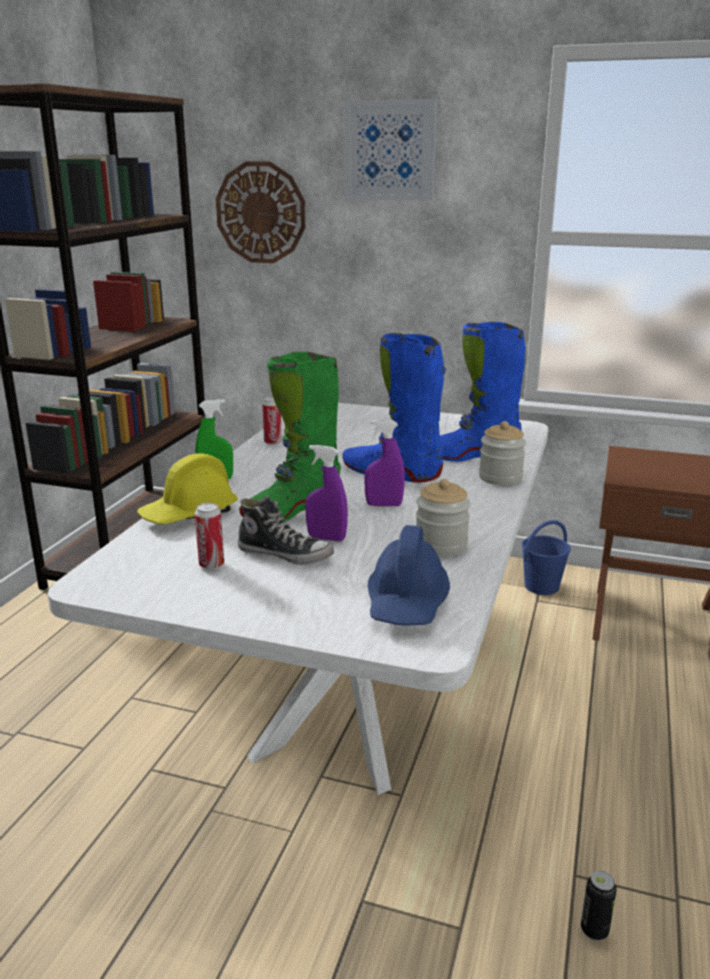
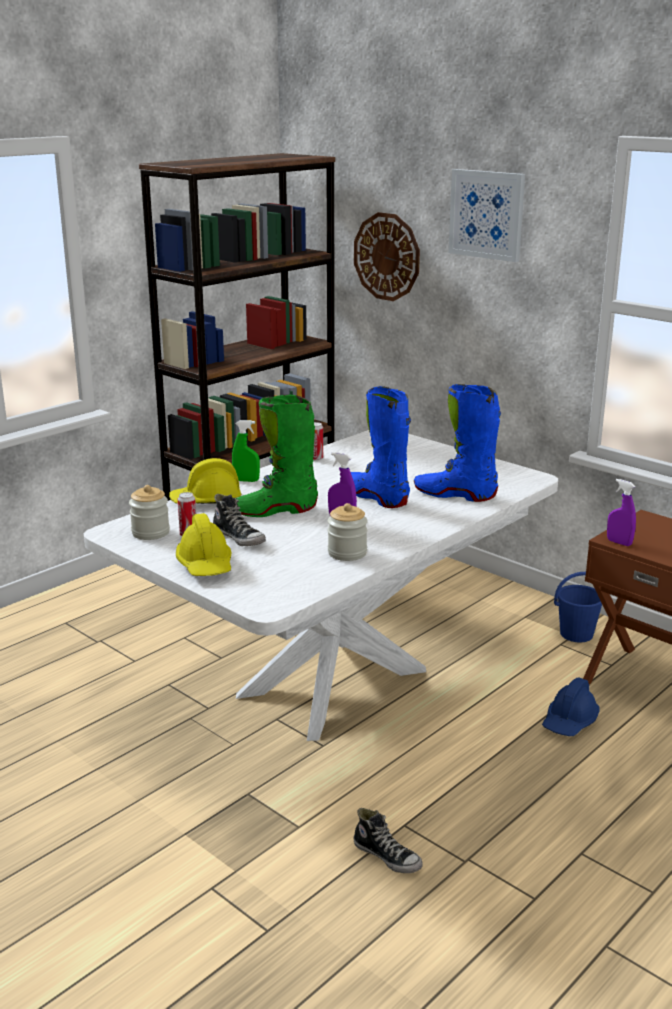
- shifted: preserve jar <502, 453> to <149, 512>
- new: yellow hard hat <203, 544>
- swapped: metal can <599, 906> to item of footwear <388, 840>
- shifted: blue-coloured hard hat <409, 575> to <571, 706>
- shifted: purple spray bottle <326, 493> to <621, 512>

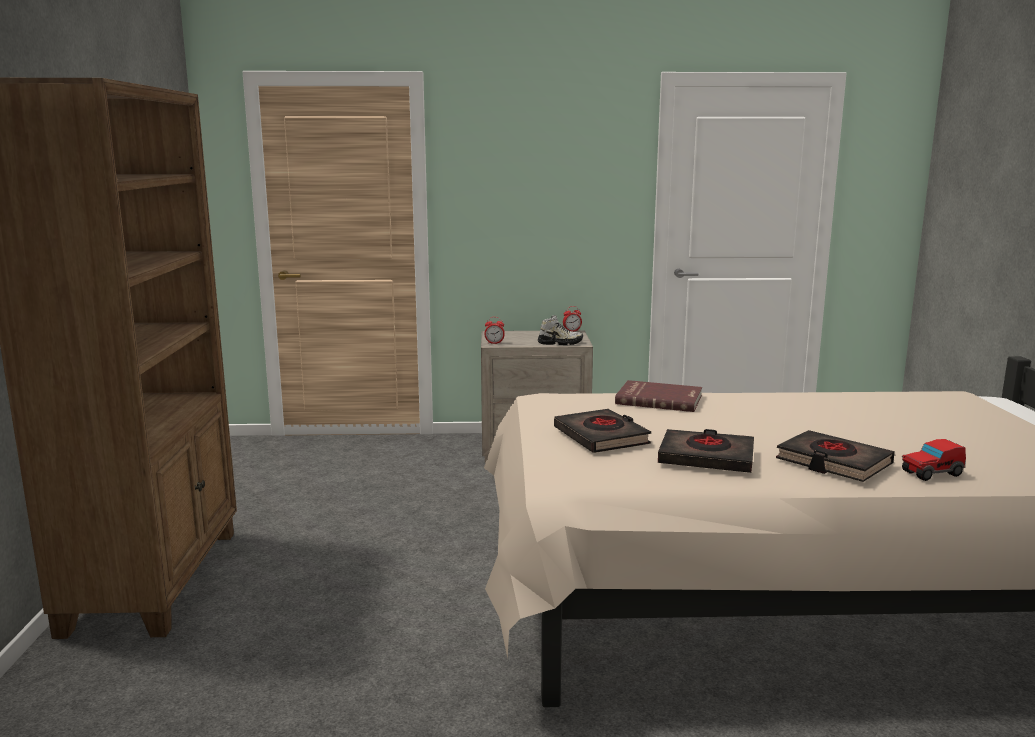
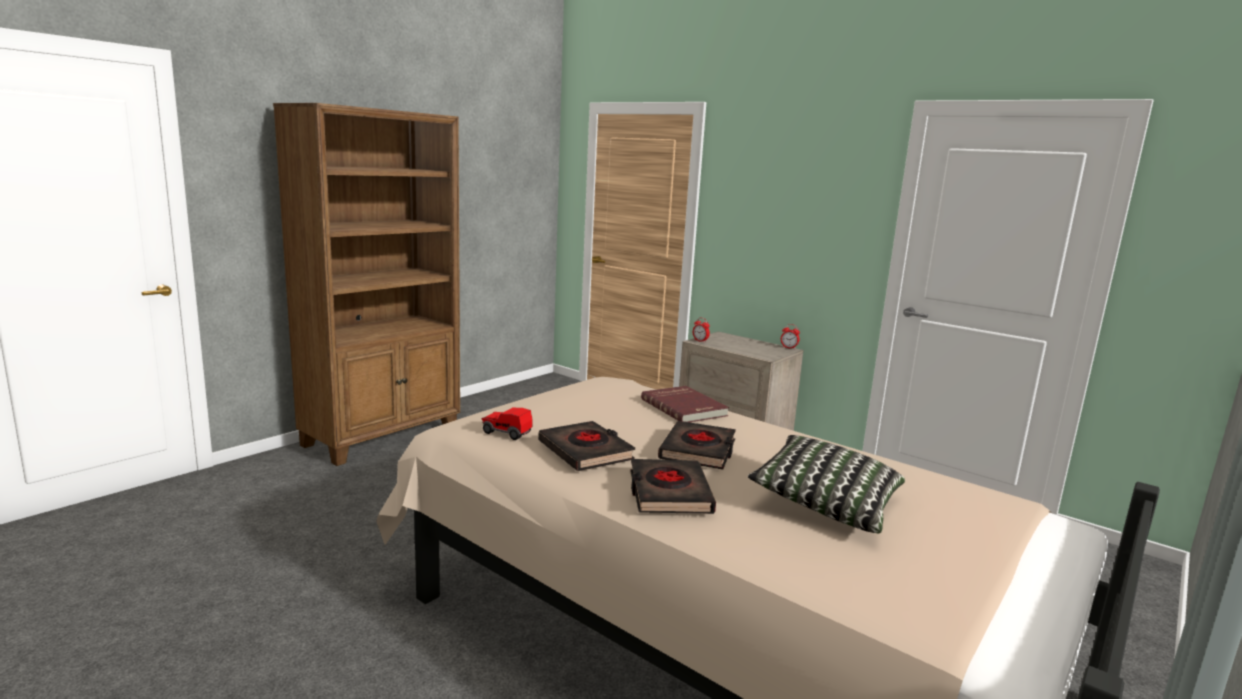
- shifted: toy car <934, 460> to <507, 423>
- shifted: black volume <602, 431> to <697, 445>
- new: throw pillow <826, 484>
- gone: item of footwear <560, 330>

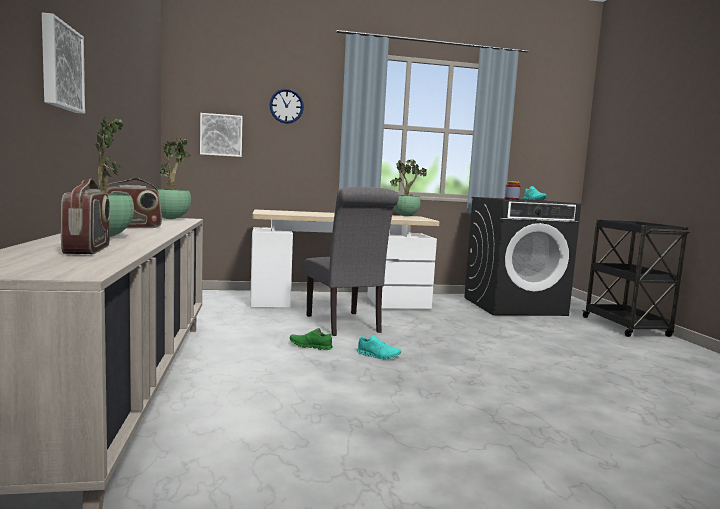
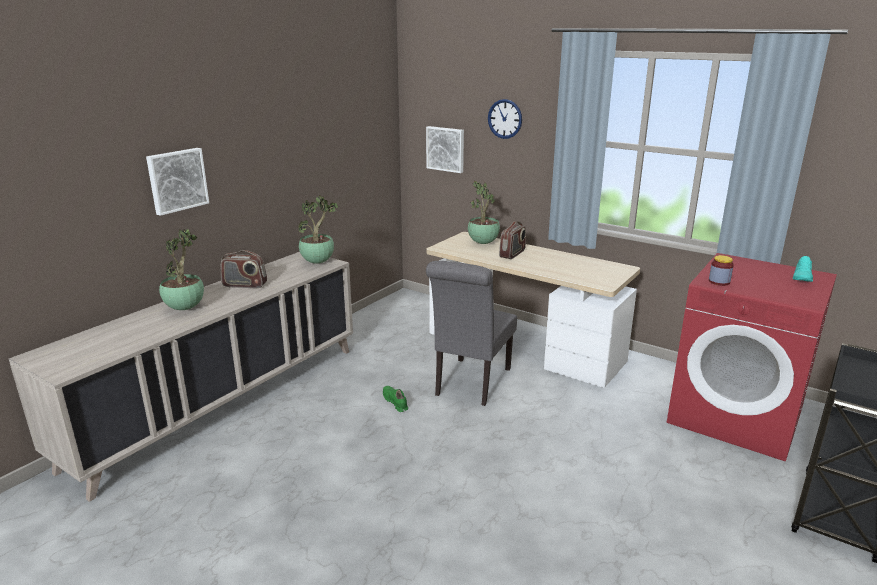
- shifted: houseplant <408, 187> to <484, 212>
- shifted: radio <85, 216> to <512, 240>
- repainted: black laundry appliance <522, 256> to red laundry appliance <752, 357>
- gone: turquoise item of footwear <379, 347>

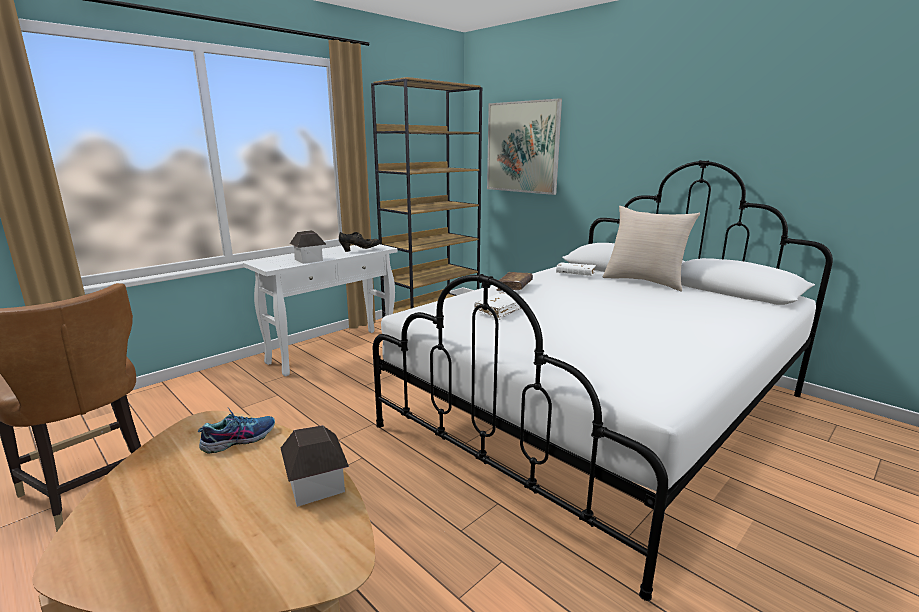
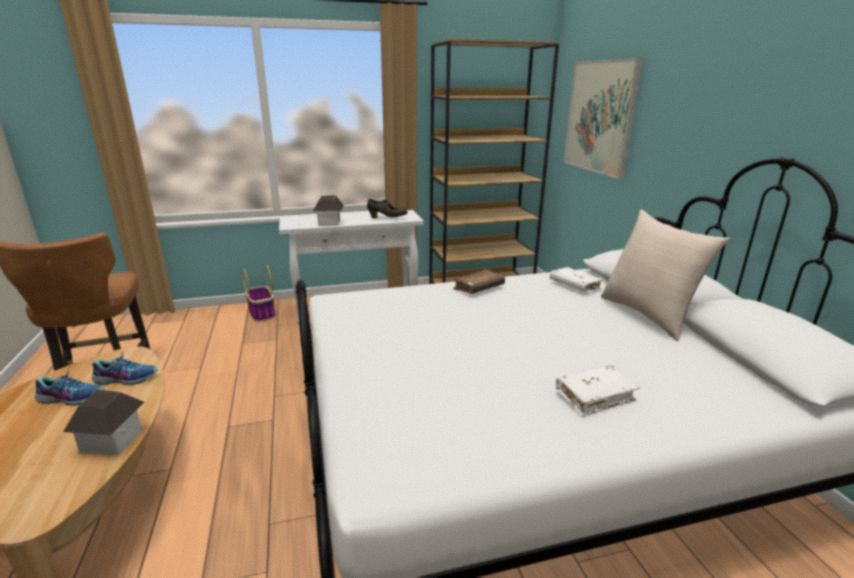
- new: item of footwear <69, 387>
- new: storage basket <258, 293>
- shifted: white volume <499, 306> to <598, 391>

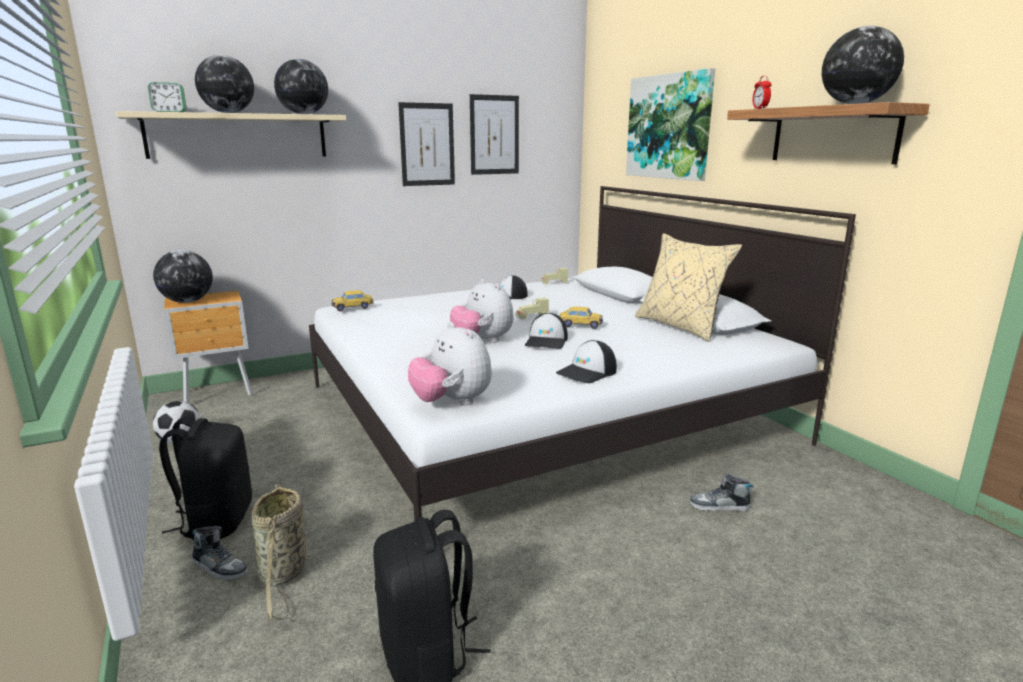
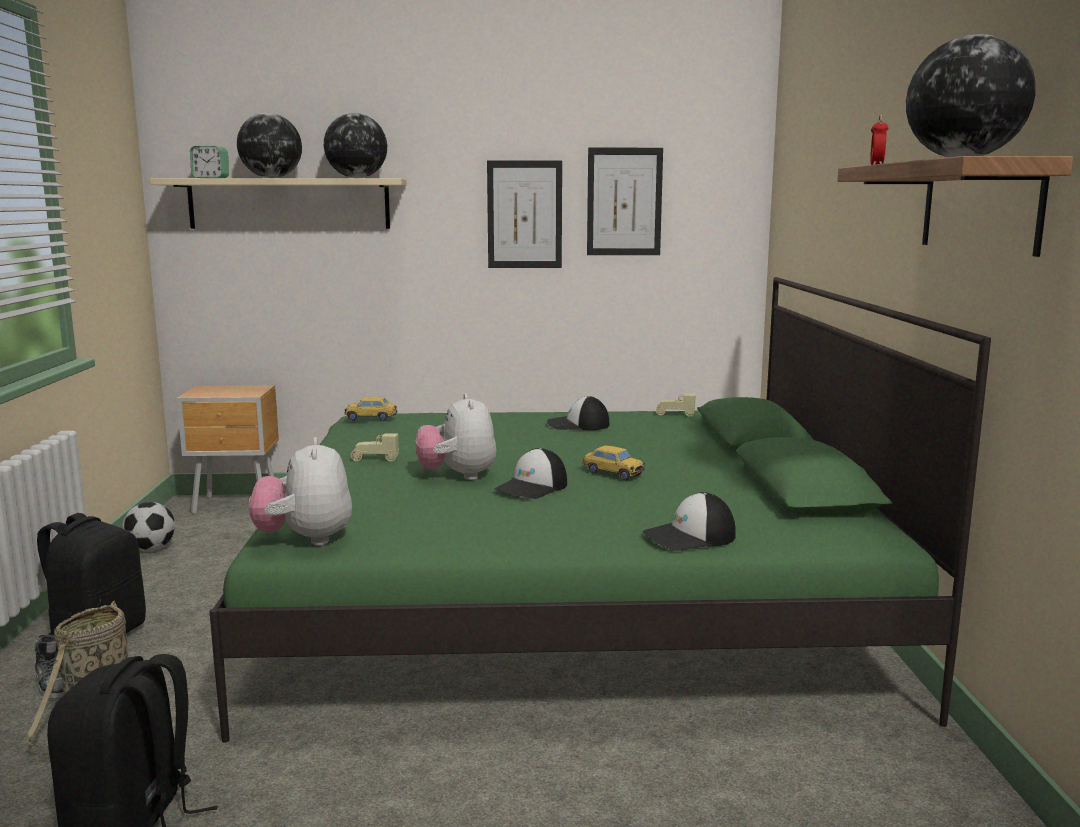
- repainted: white bedroom bed <582, 353> to green bedroom bed <600, 510>
- shifted: beige toy car <532, 309> to <375, 447>
- shifted: peaked cap <586, 361> to <689, 521>
- gone: globe <183, 276>
- gone: wall art <670, 124>
- gone: beige throw pillow <688, 287>
- gone: item of footwear <722, 492>

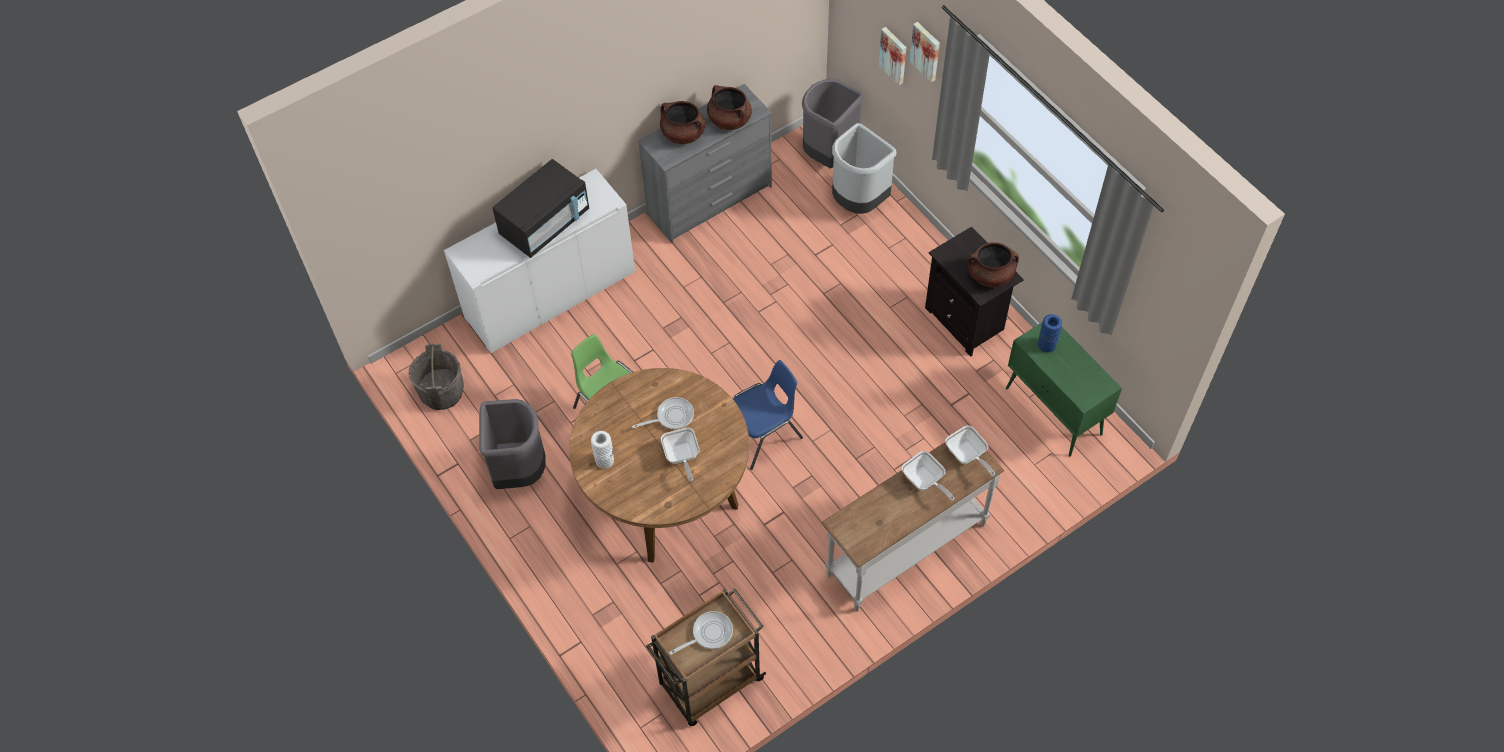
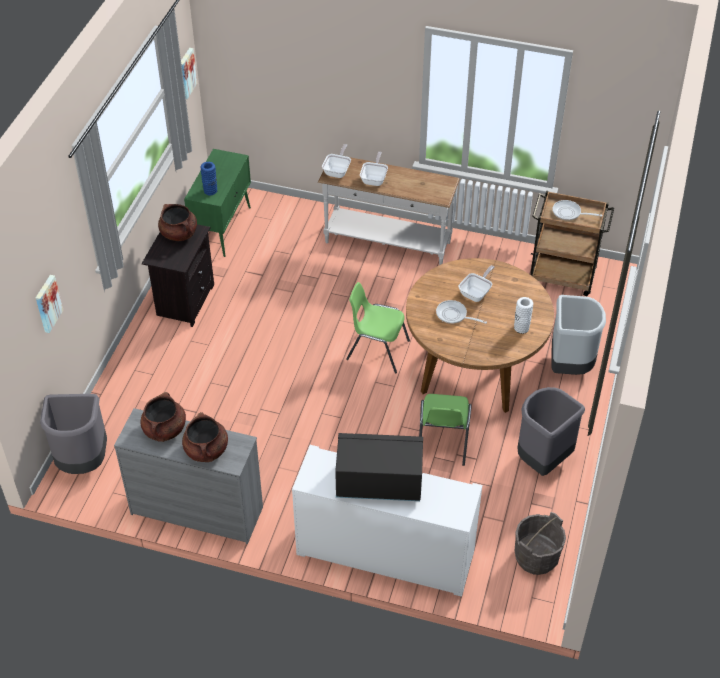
- shifted: wall art <925, 52> to <189, 73>
- repainted: blue-coloured chair <767, 415> to green chair <378, 327>
- shifted: greyish waste bin <864, 168> to <578, 335>

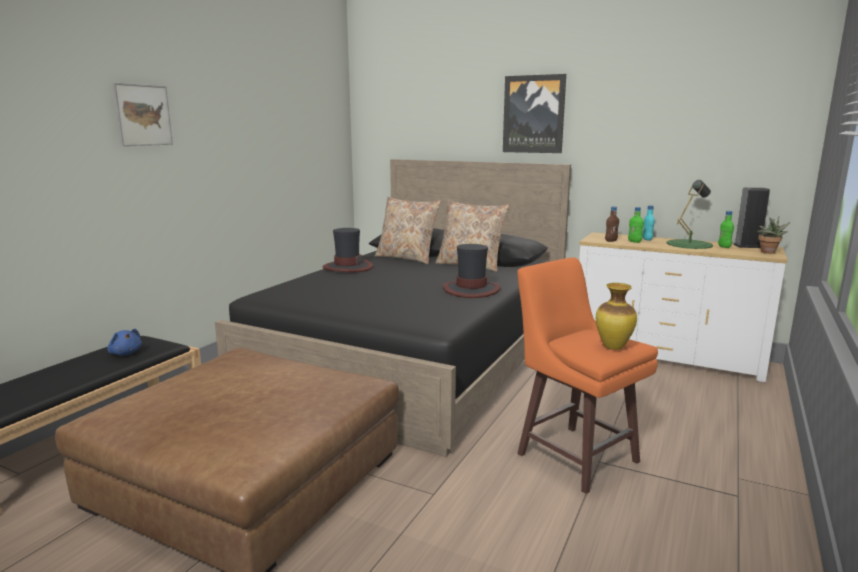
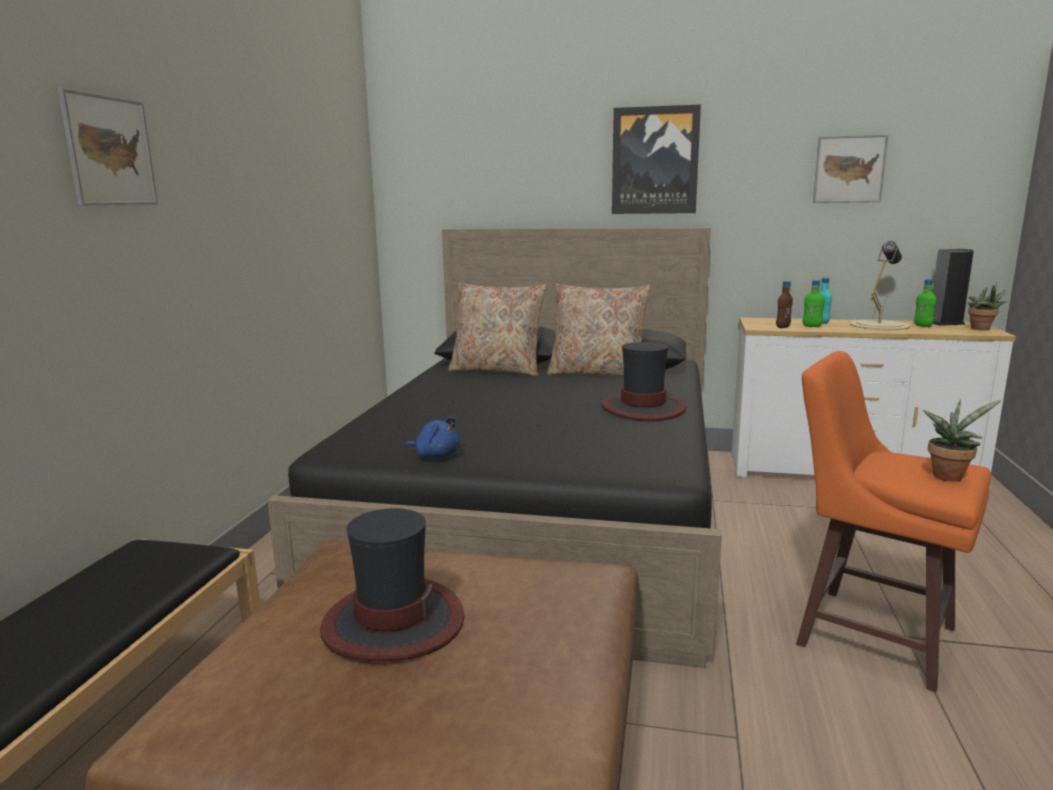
- shifted: hat <348, 250> to <392, 584>
- shifted: blue-coloured plush toy <124, 342> to <432, 437>
- new: wall art <850, 169>
- repainted: green lamp for a table <689, 214> to beige lamp for a table <880, 285>
- swapped: vase <616, 316> to houseplant <962, 440>

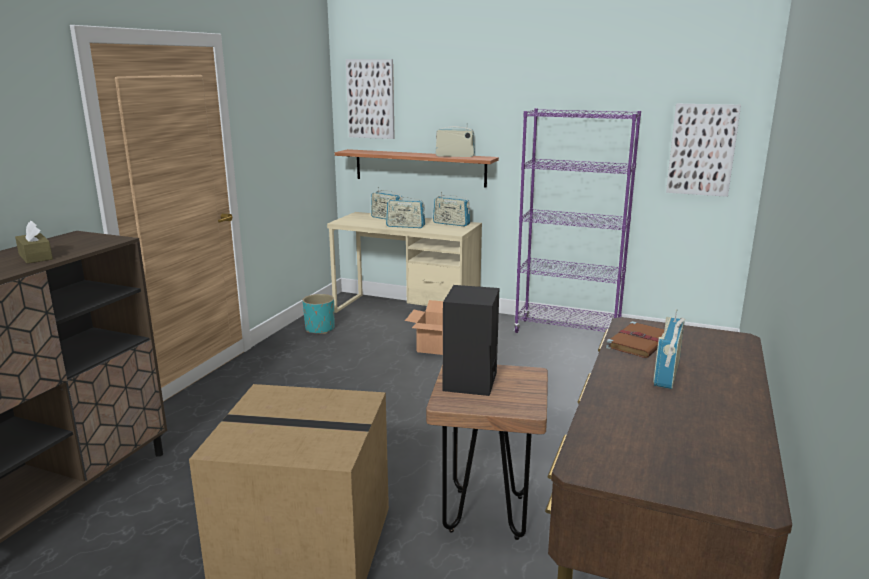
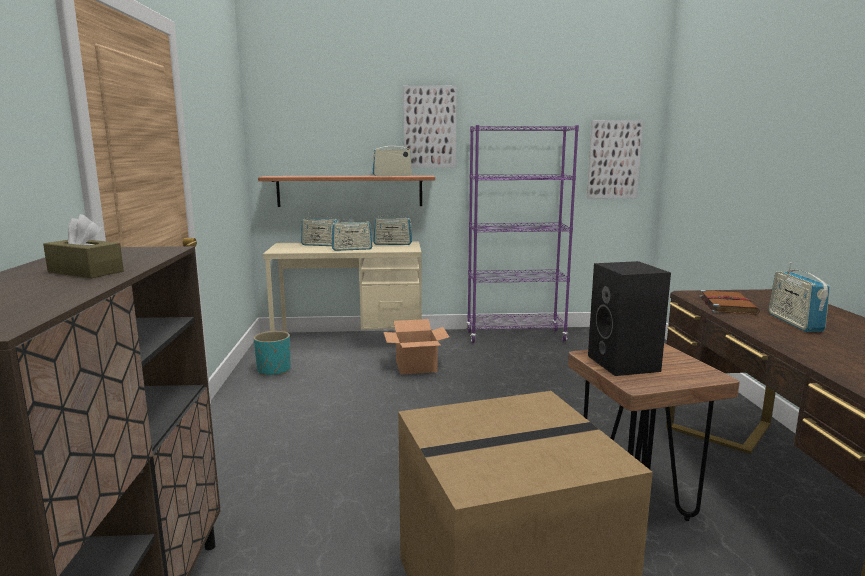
- shifted: wall art <370, 99> to <430, 126>

